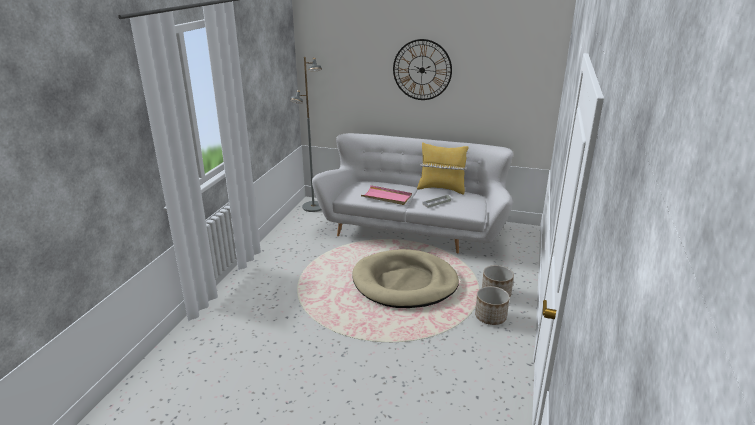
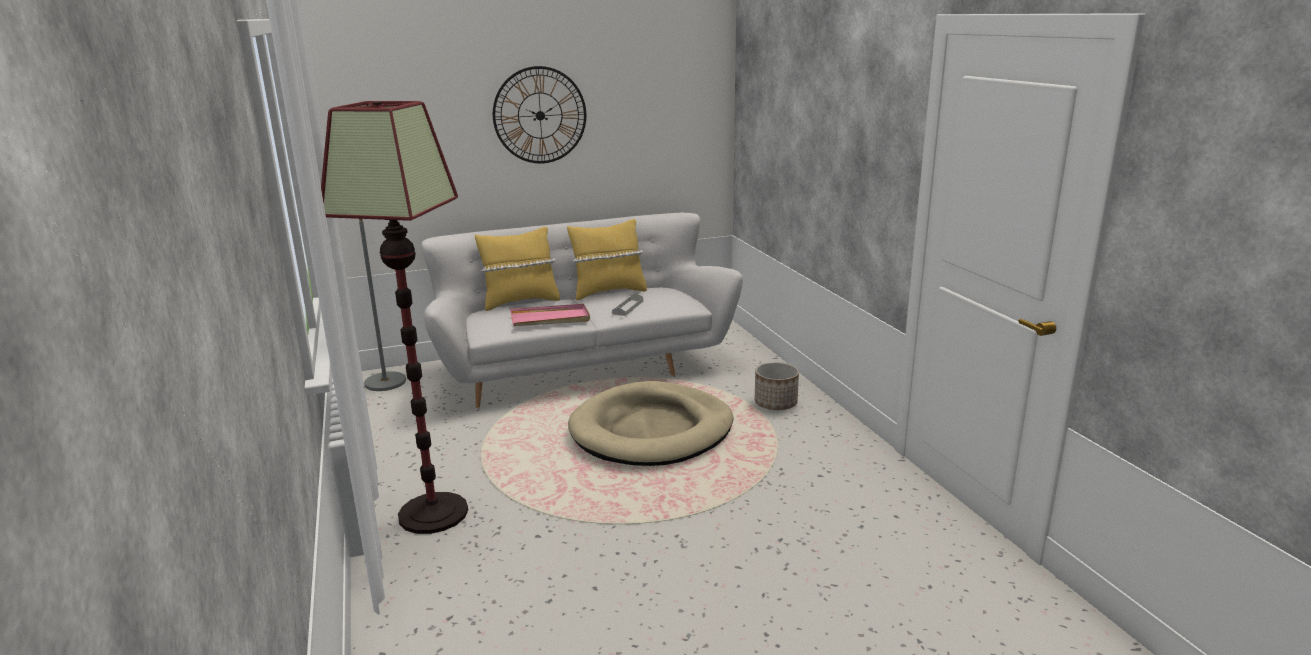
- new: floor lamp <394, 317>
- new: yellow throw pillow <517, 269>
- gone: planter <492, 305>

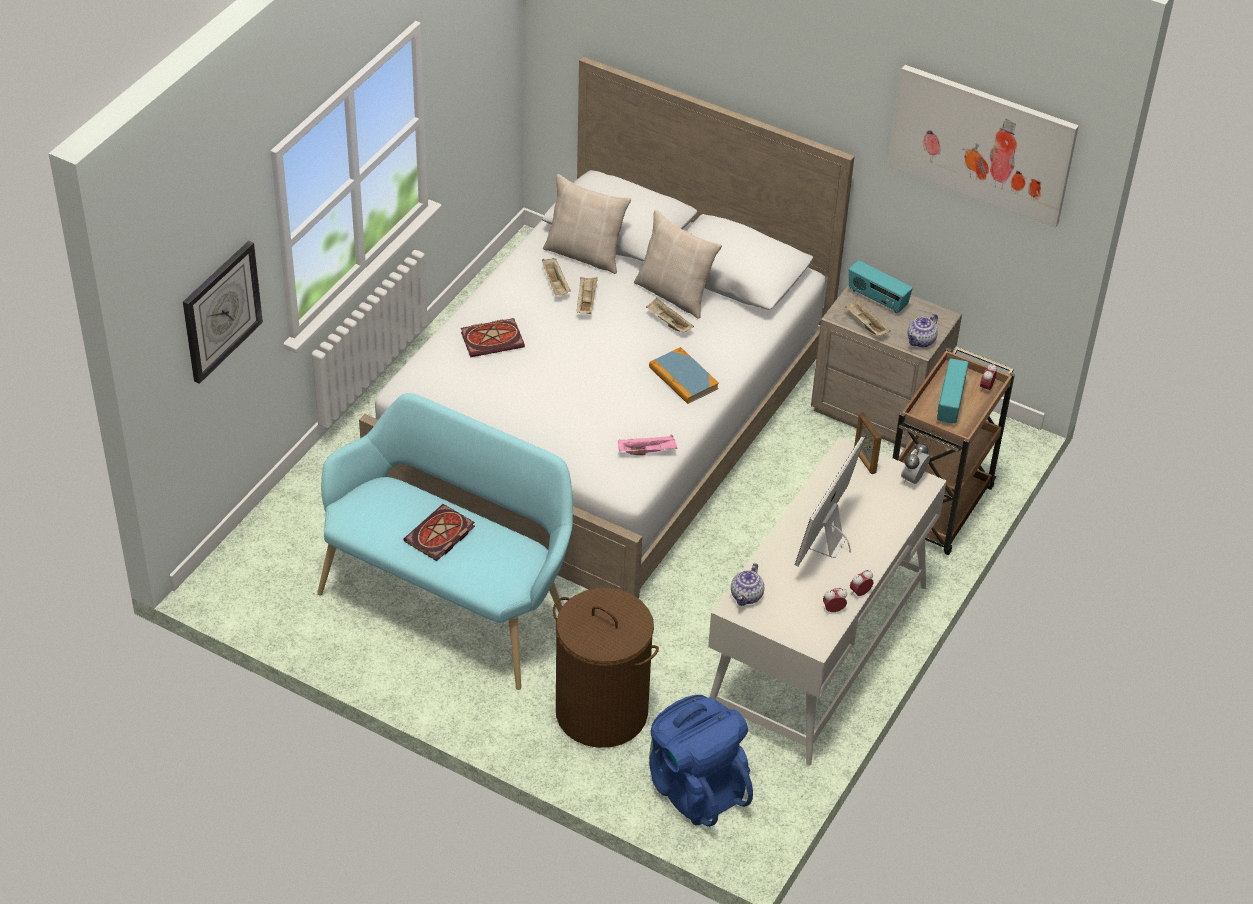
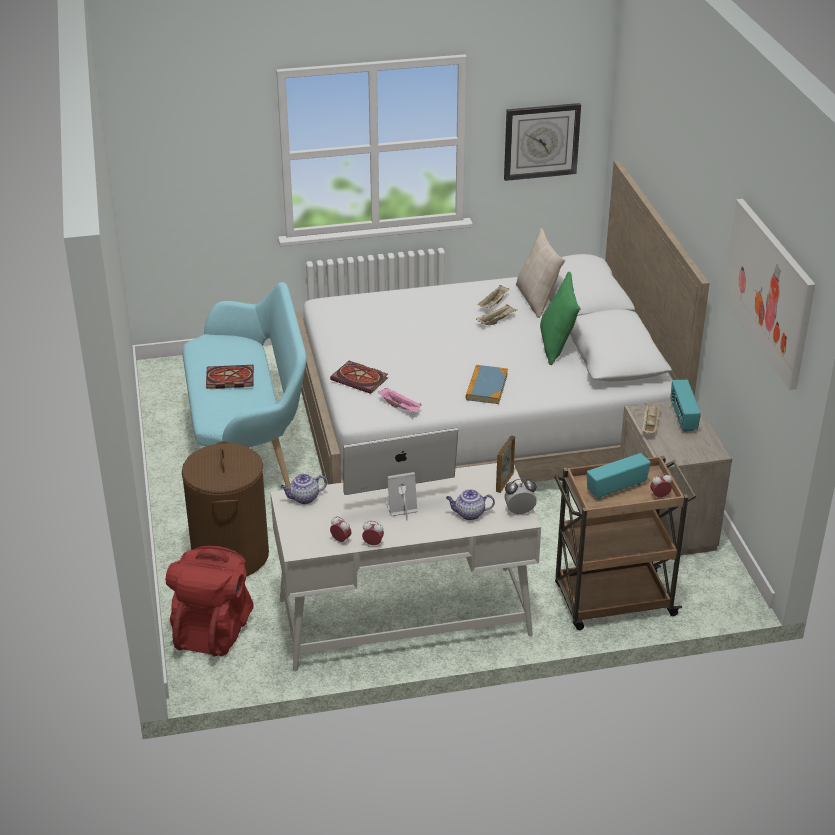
- repainted: blue-coloured backpack <701, 761> to red backpack <210, 601>
- shifted: volume <493, 337> to <359, 377>
- shifted: tea pot <923, 330> to <470, 504>
- shifted: hanging clock <223, 312> to <542, 142>
- repainted: beige throw pillow <678, 264> to green throw pillow <560, 318>
- gone: beige serving tray <670, 315>

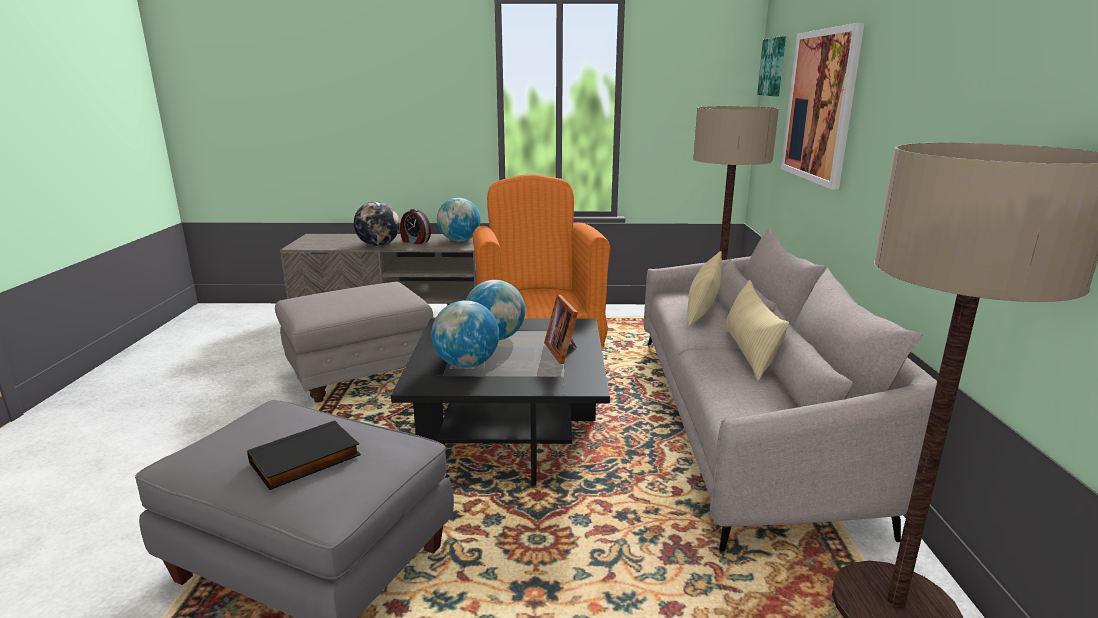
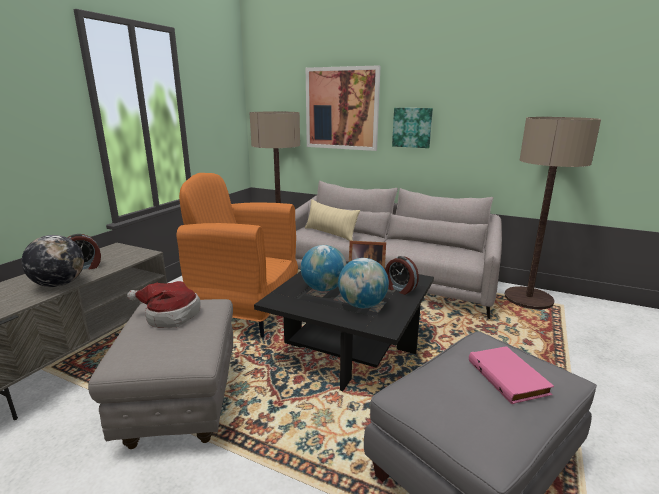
- new: hat <163, 304>
- new: bedside clock <402, 275>
- shifted: wall art <771, 66> to <412, 128>
- repainted: black volume <304, 455> to pinkish volume <511, 375>
- gone: globe <459, 219>
- gone: beige throw pillow <757, 330>

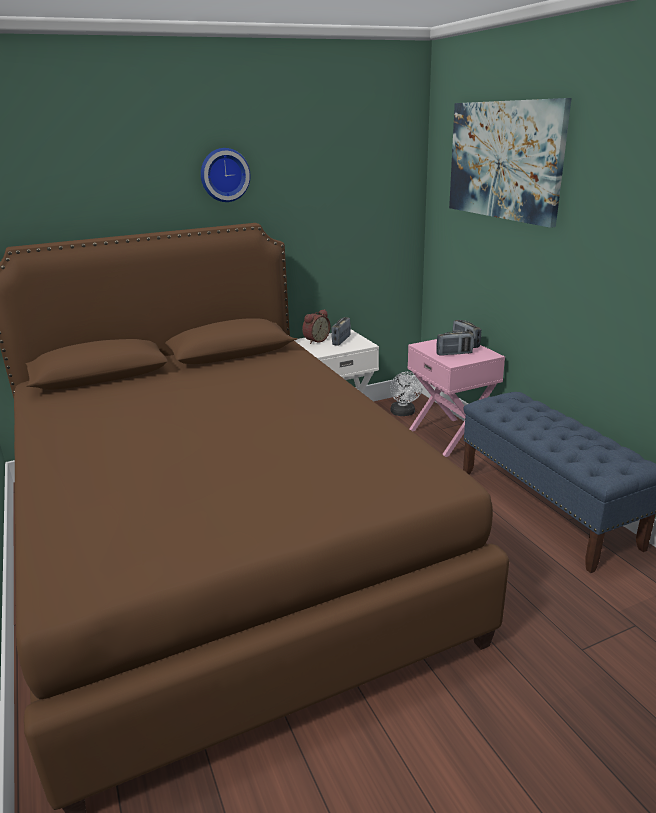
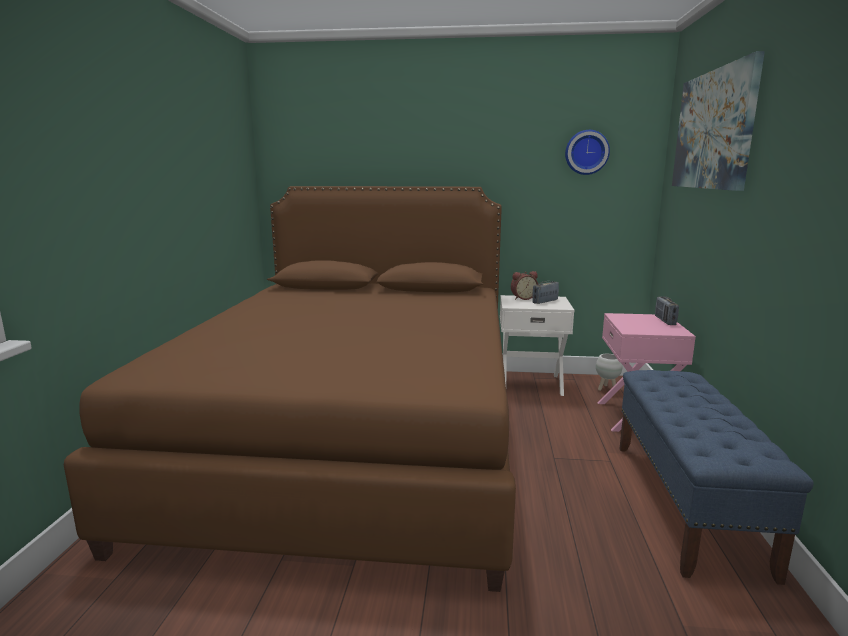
- shifted: hanging clock <226, 175> to <587, 152>
- swapped: white electric fan <406, 394> to white planter <609, 372>
- gone: radio <455, 343>

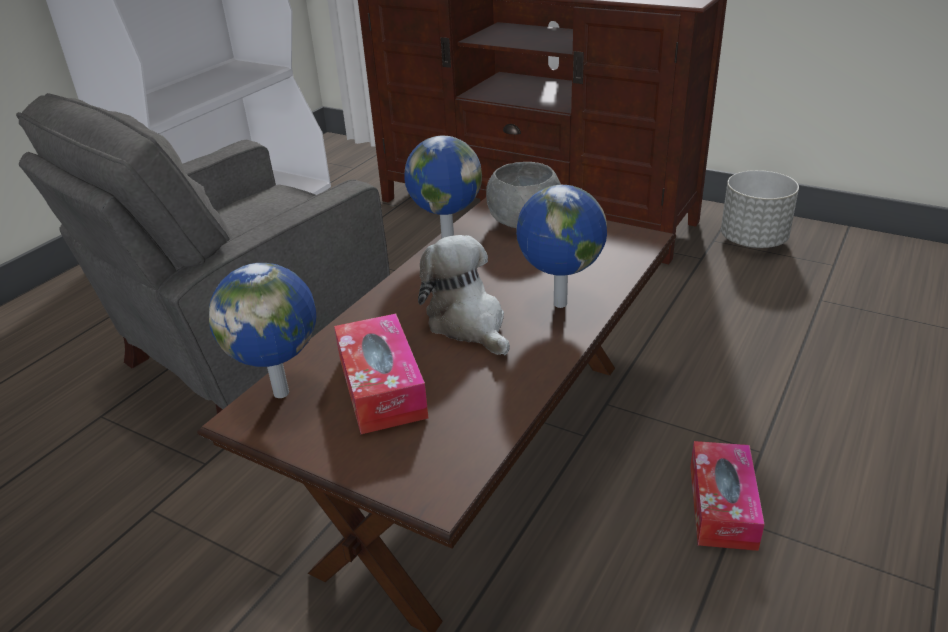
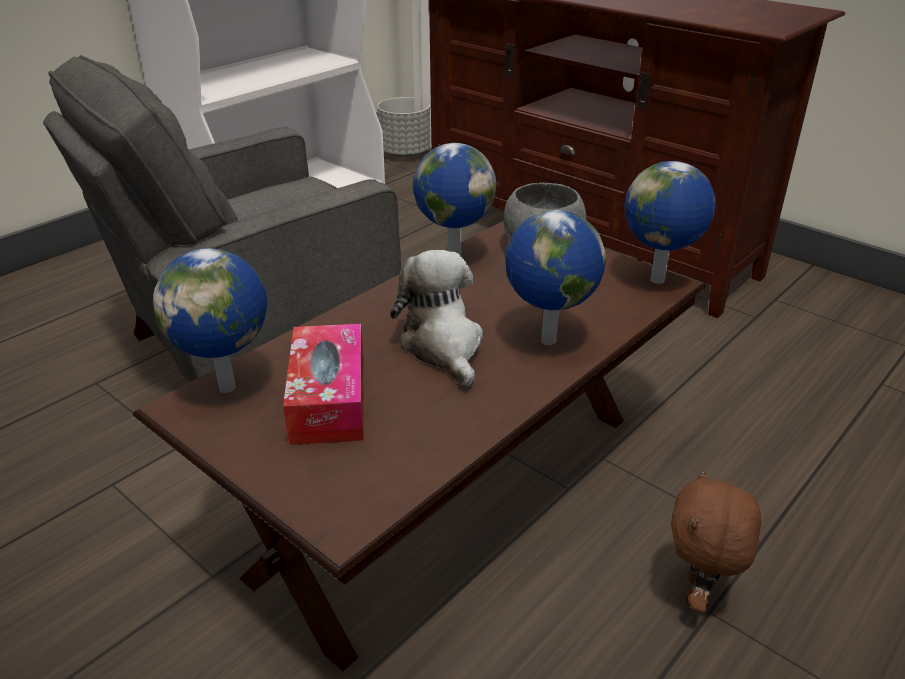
- shifted: greyish planter <760, 209> to <404, 127>
- new: globe <670, 222>
- swapped: tissue box <727, 496> to brown-coloured plush toy <716, 540>

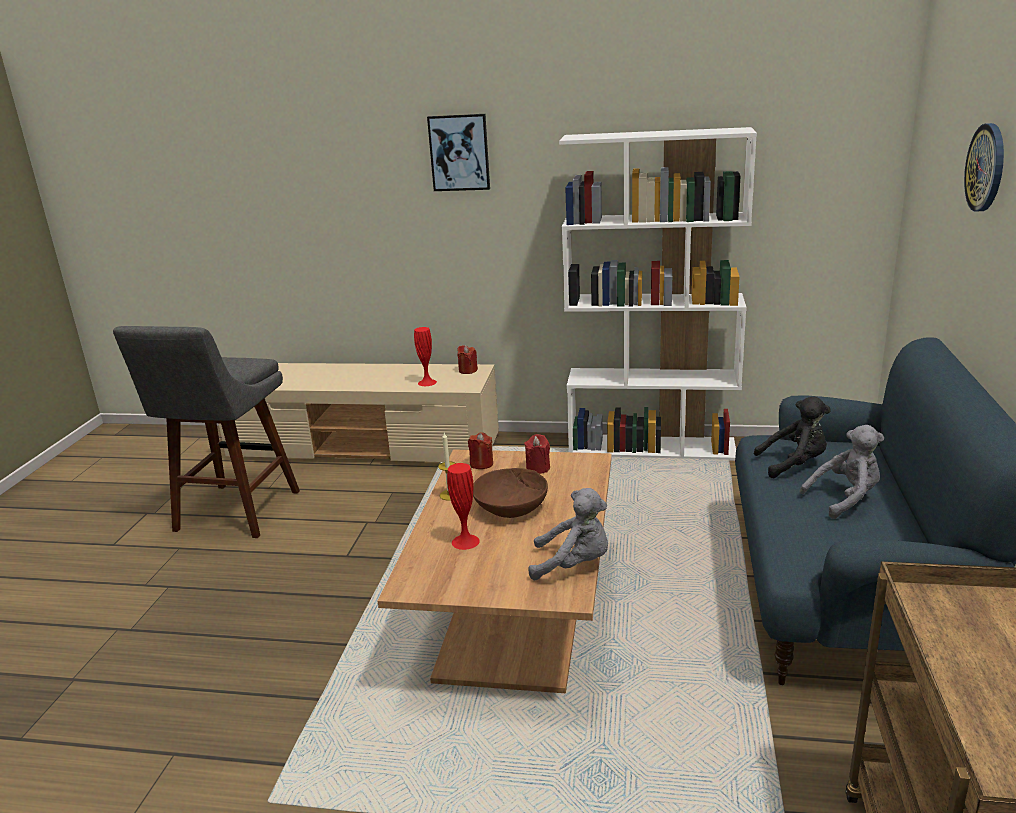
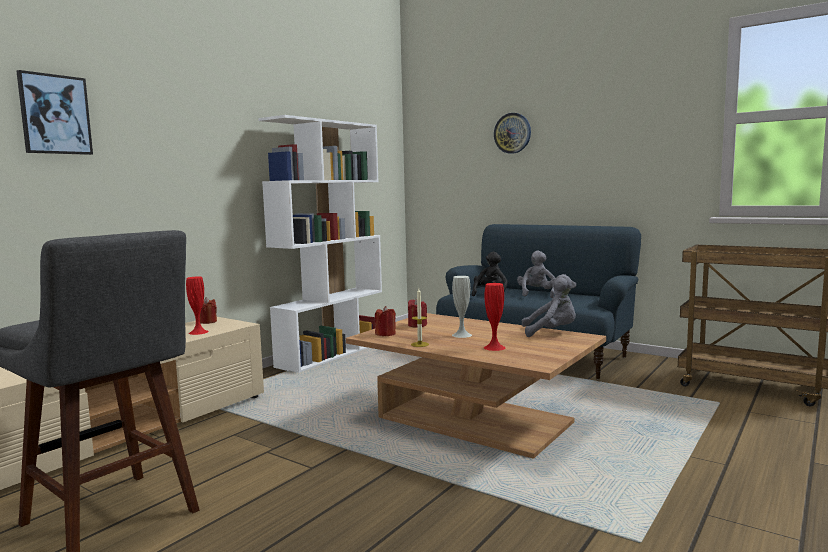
- shifted: wall art <458, 152> to <55, 112>
- swapped: brown-coloured serving bowl <510, 493> to white vase <462, 307>
- rotated: greyish plush toy <568, 534> = <549, 305> 60 degrees clockwise

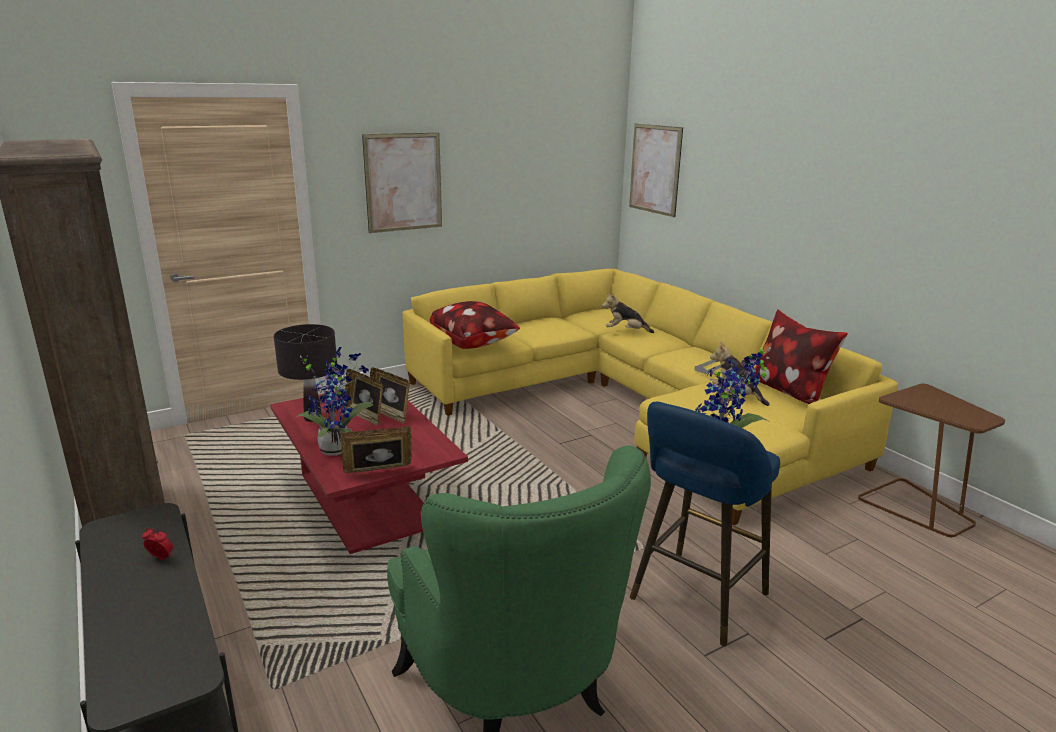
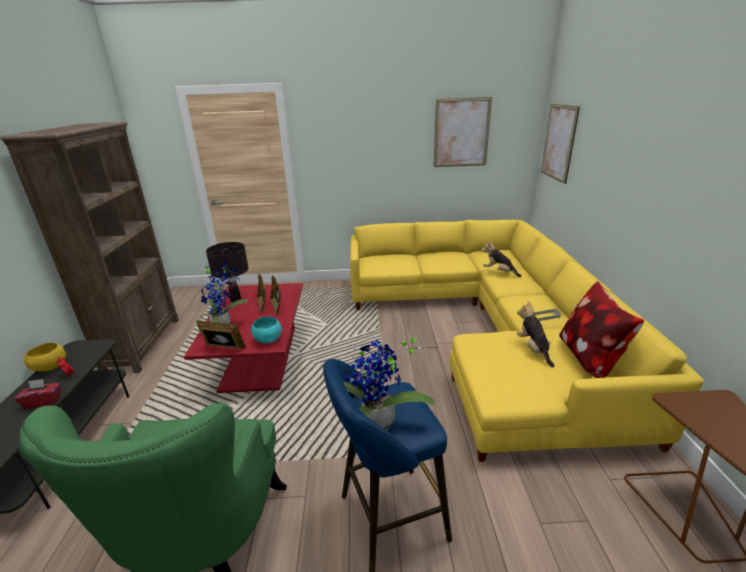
- new: red tissue box <37, 394>
- new: yellow serving bowl <44, 357>
- new: turquoise serving bowl <266, 330>
- shifted: wall art <402, 183> to <463, 132>
- gone: throw pillow <475, 325>

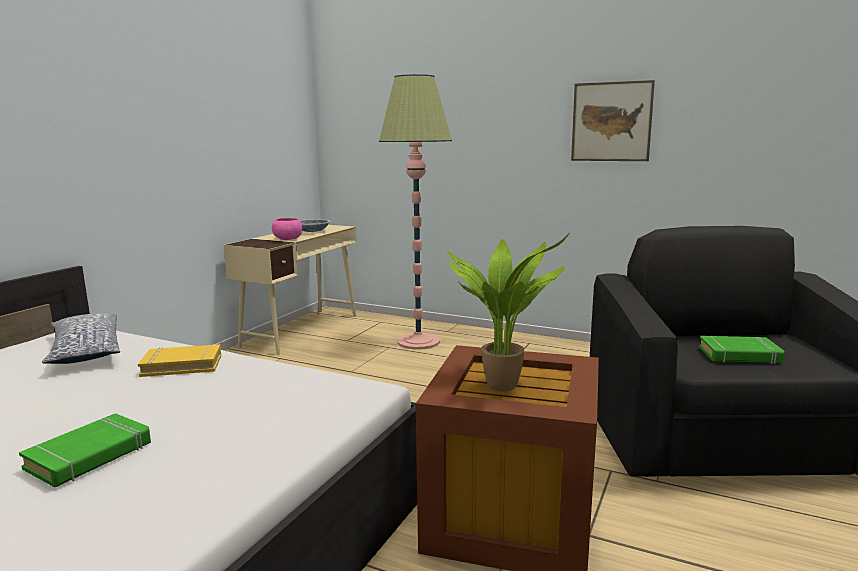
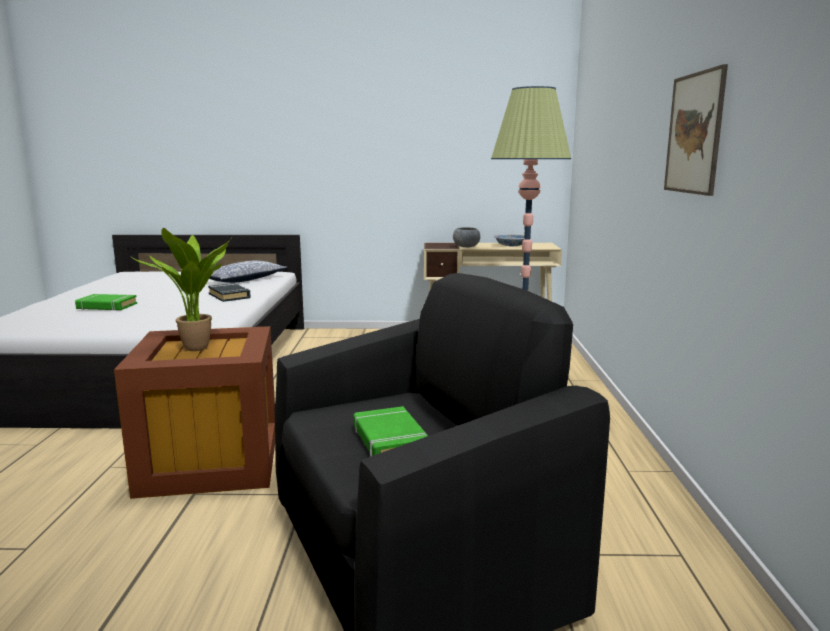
- repainted: yellow volume <179, 360> to black volume <229, 292>
- repainted: pinkish serving bowl <287, 229> to greyish serving bowl <466, 237>

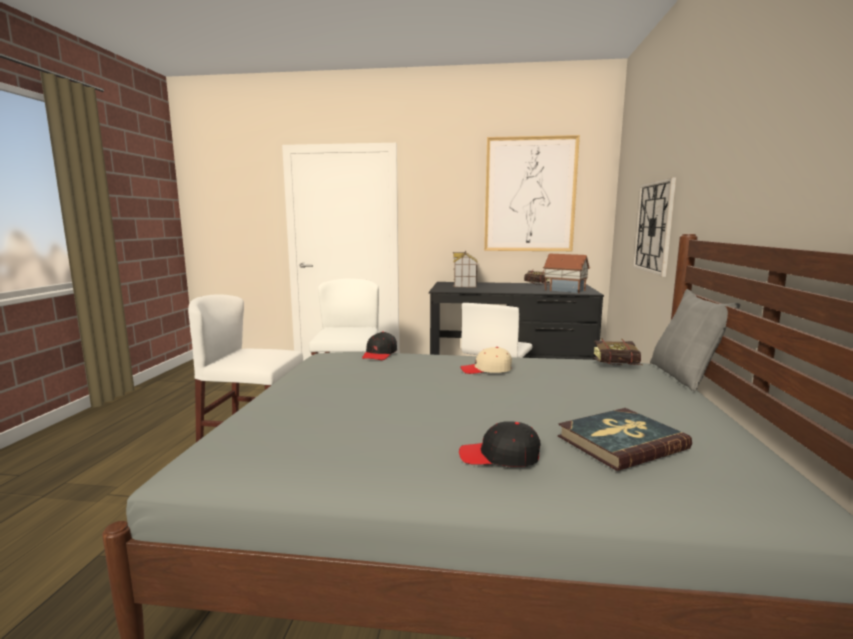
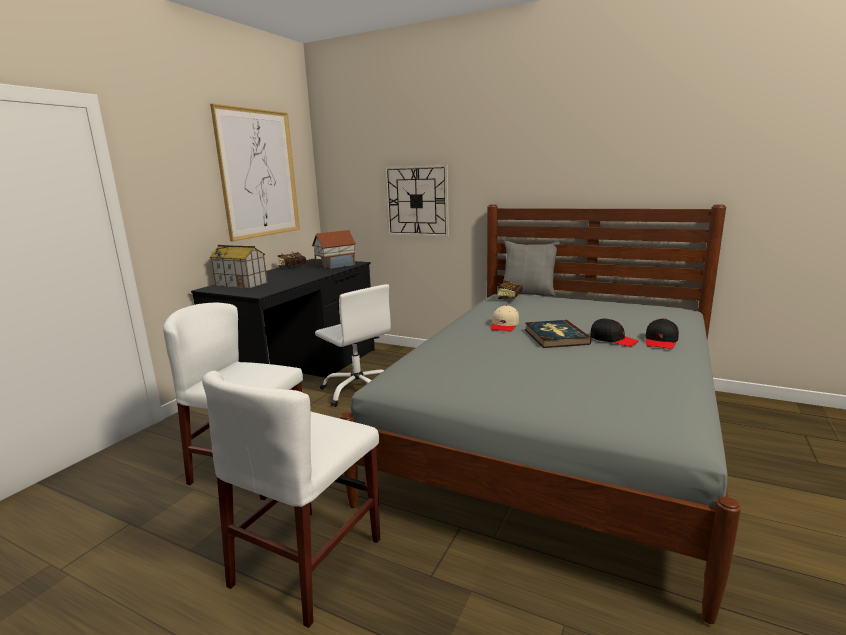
- shifted: volume <625, 439> to <558, 334>
- shifted: black peaked cap <379, 346> to <614, 332>

